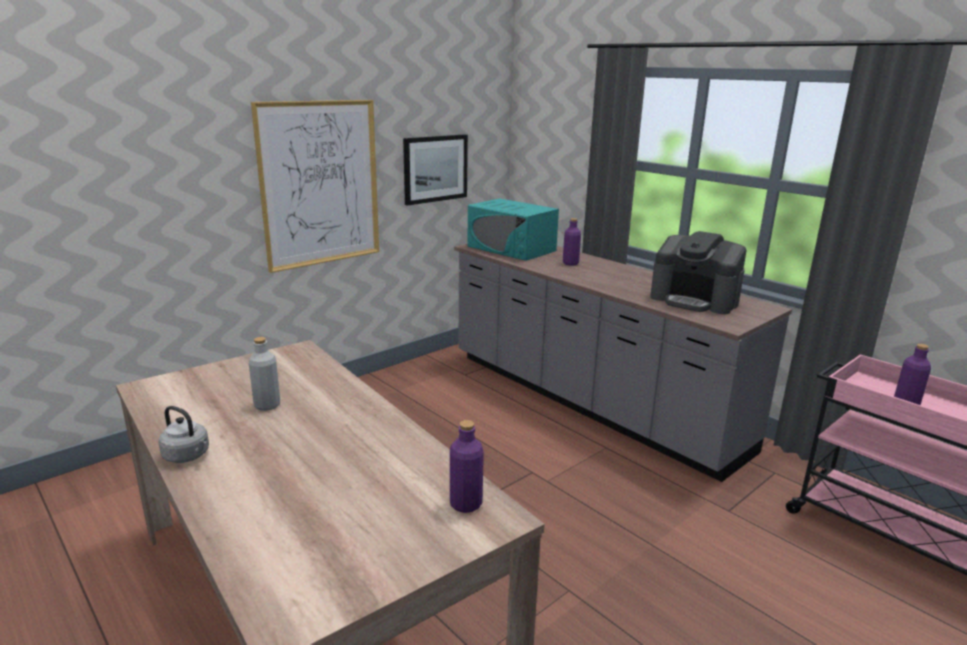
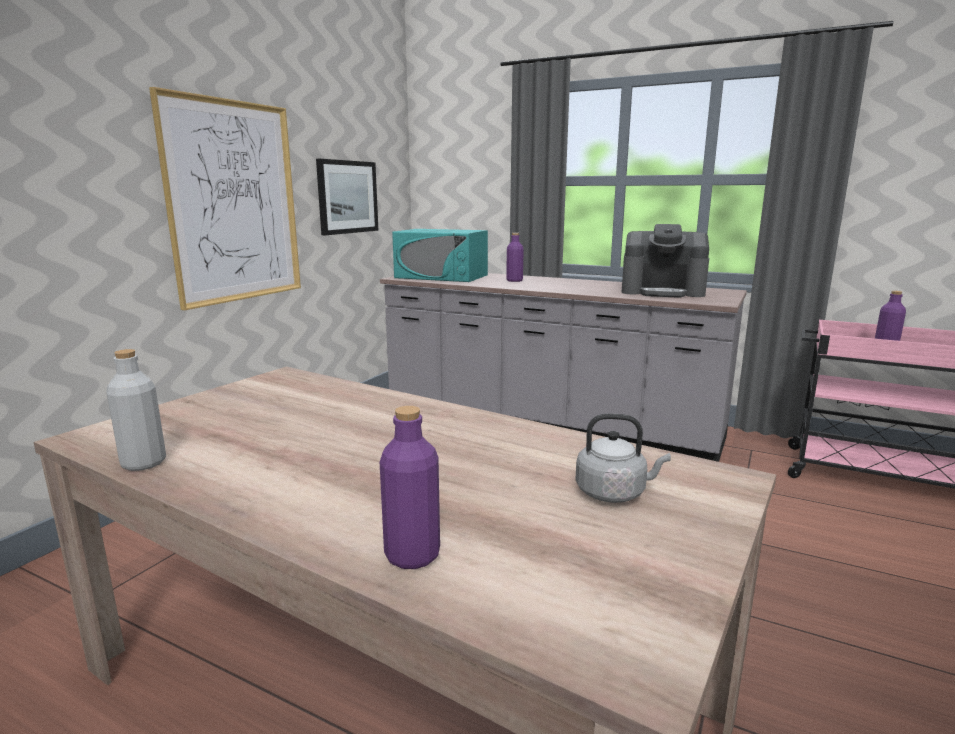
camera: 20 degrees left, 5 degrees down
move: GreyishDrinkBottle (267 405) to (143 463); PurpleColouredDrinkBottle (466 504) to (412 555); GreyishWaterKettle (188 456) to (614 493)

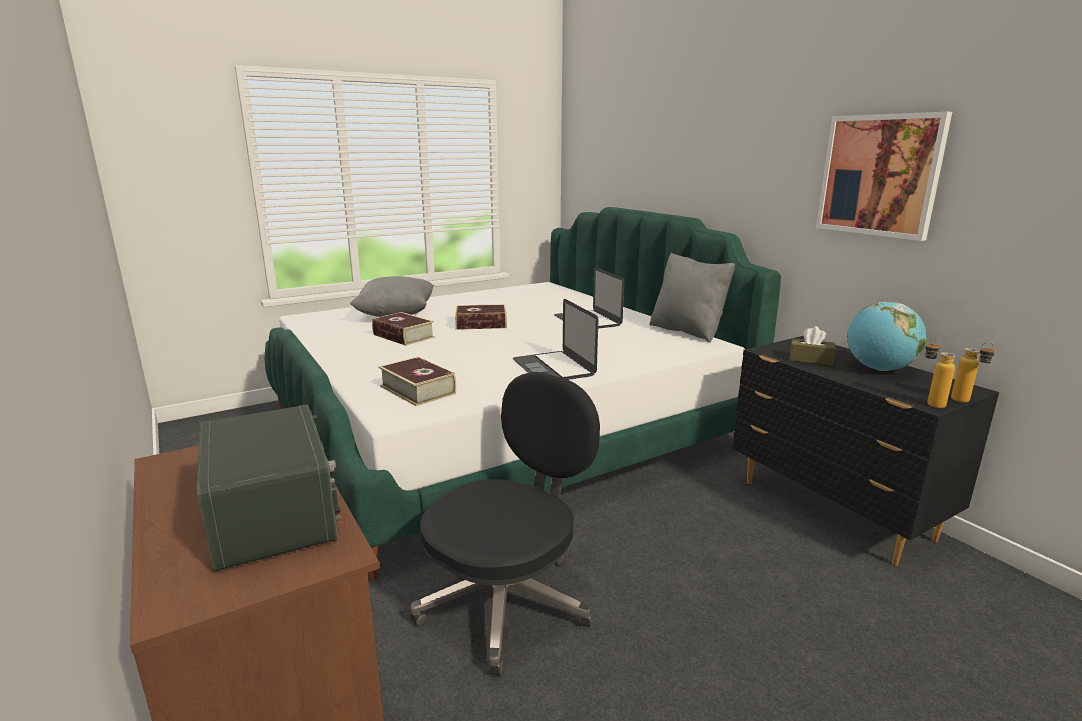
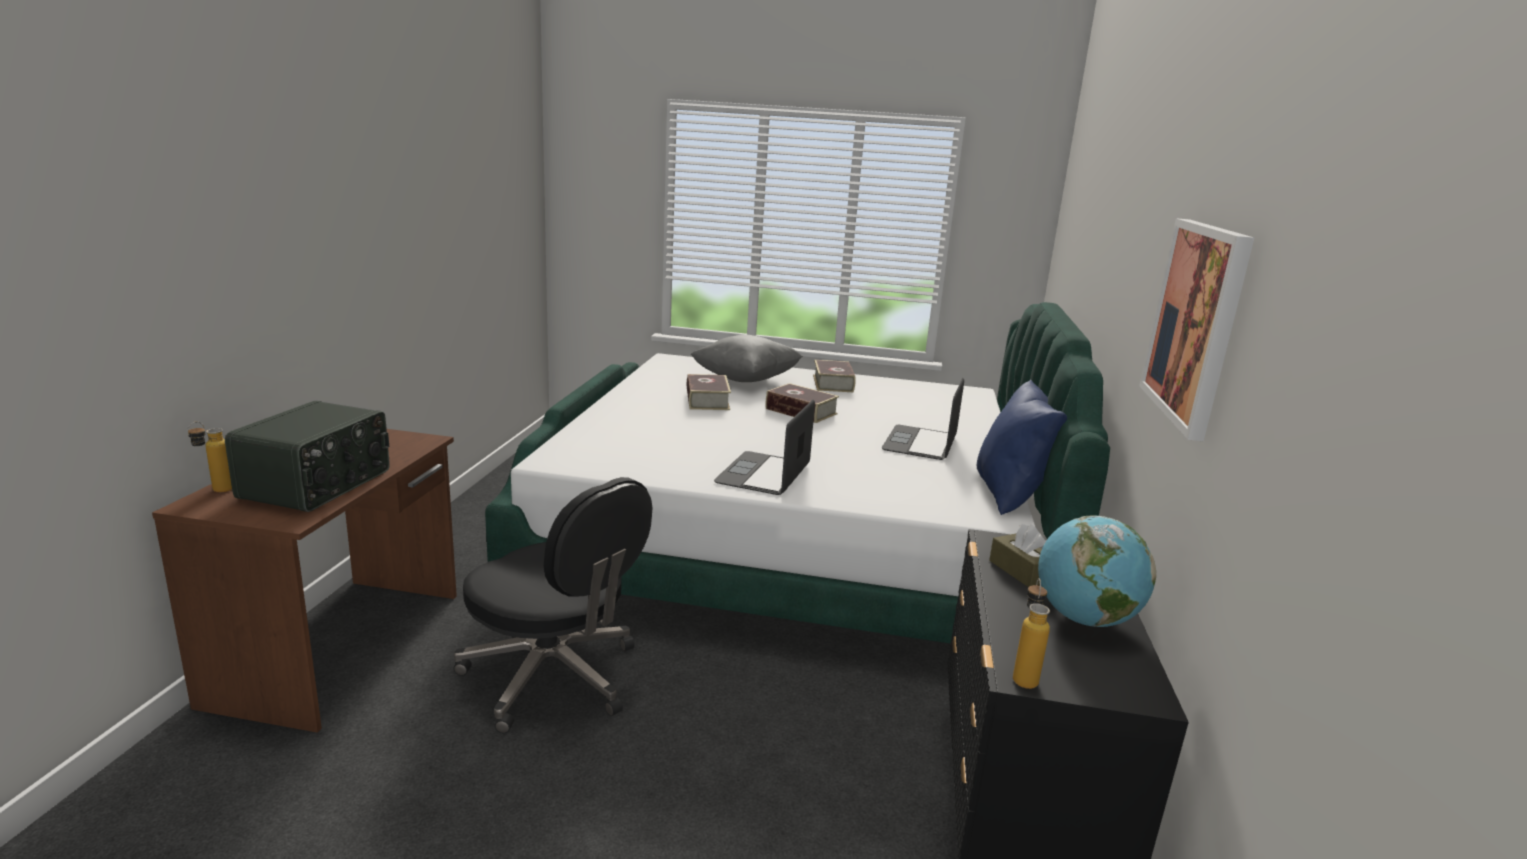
camera: 40 degrees right, 0 degrees up
move: DrinkBottle (966 402) to (216 492); BoundBook (417 389) to (833 383)
recolor: GreyishThrowPillow (688 331) to BluishThrowPillow (1011 494)
rotate: BlackishDeskChair (508 602) = (554 677) 45 degrees clockwise

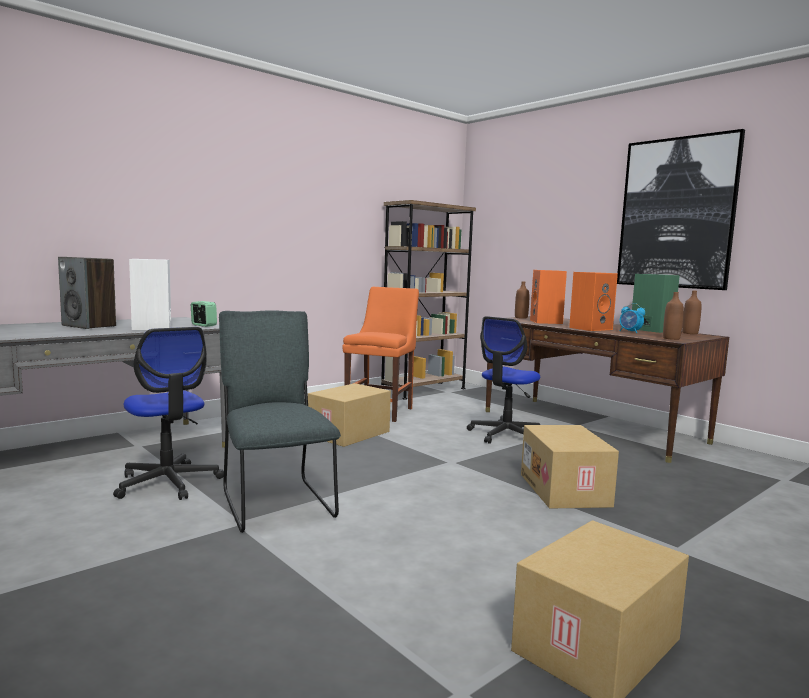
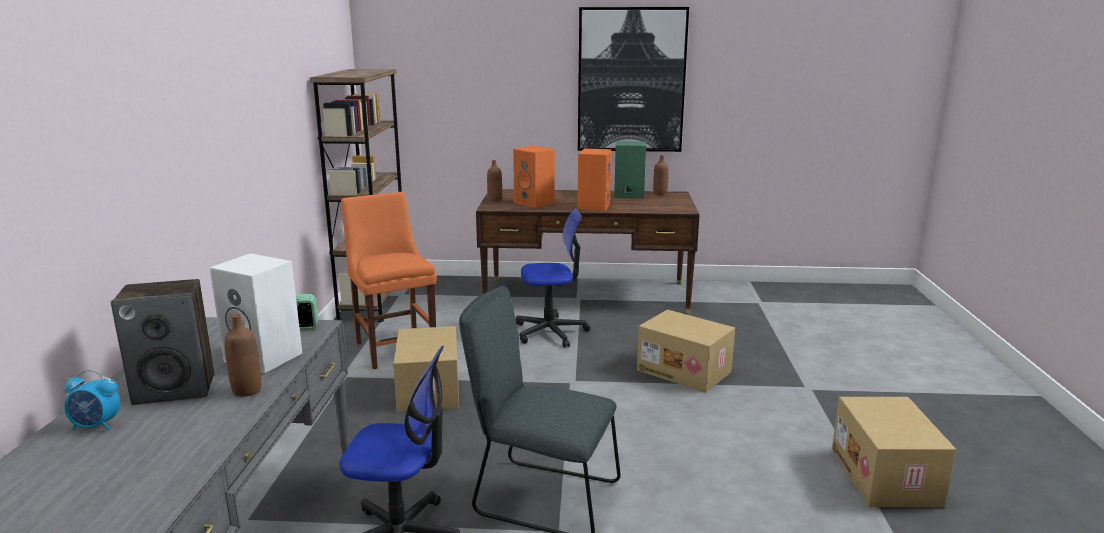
camera: 45 degrees left, 10 degrees up
move: BedsideClock (630 332) to (96 426); BrownDrinkBottle (671 338) to (247 390)
rotate: DeskChair (505 435) = (550 332) 90 degrees counterclockwise

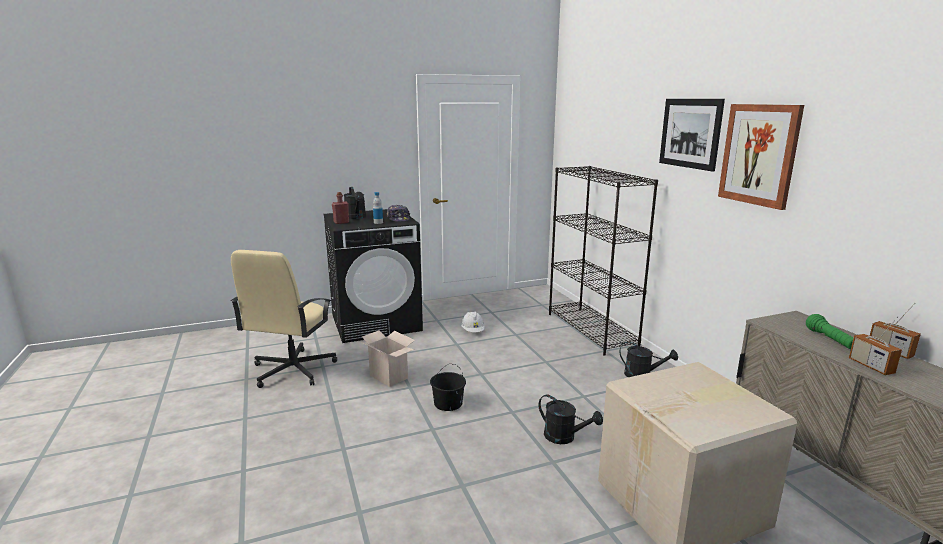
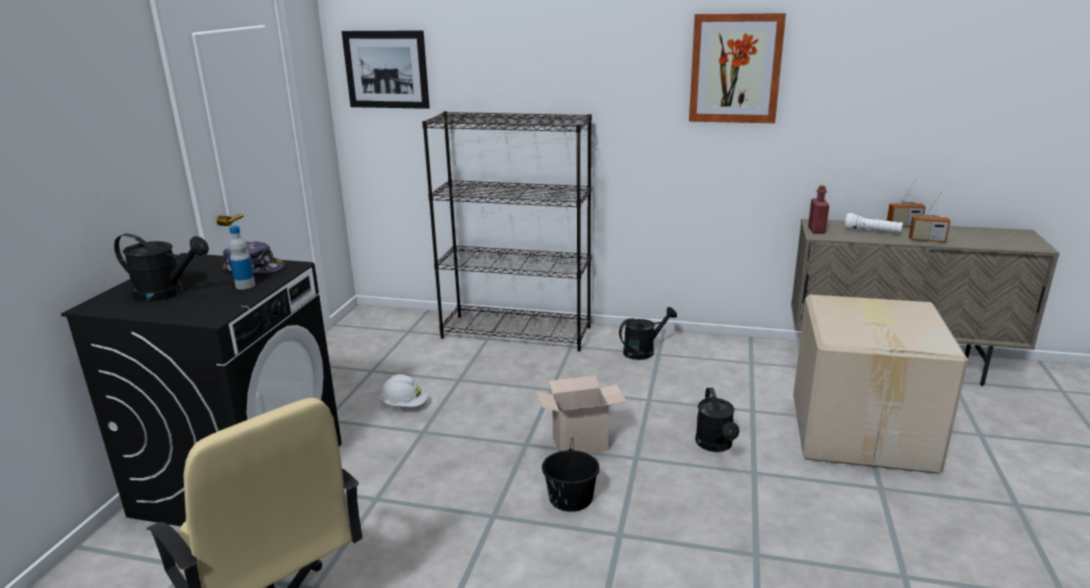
camera: 55 degrees left, 5 degrees up
move: WallPicture (690 133) to (386 69); Carton (390 377) to (581 443); ReddishDrinkBottle (341 222) to (816 230)
recolor: GreenColouredFlashlight (830 340) to WhiteFlashlight (872 232)
rotate: BlackishSprinklingCan (565 437) = (716 445) 105 degrees clockwise

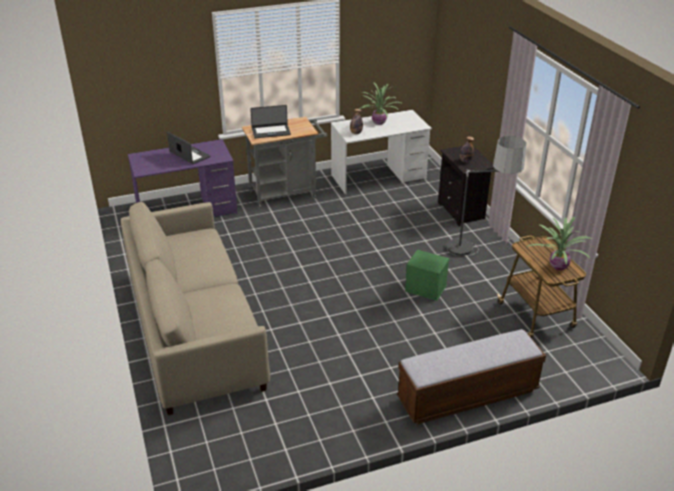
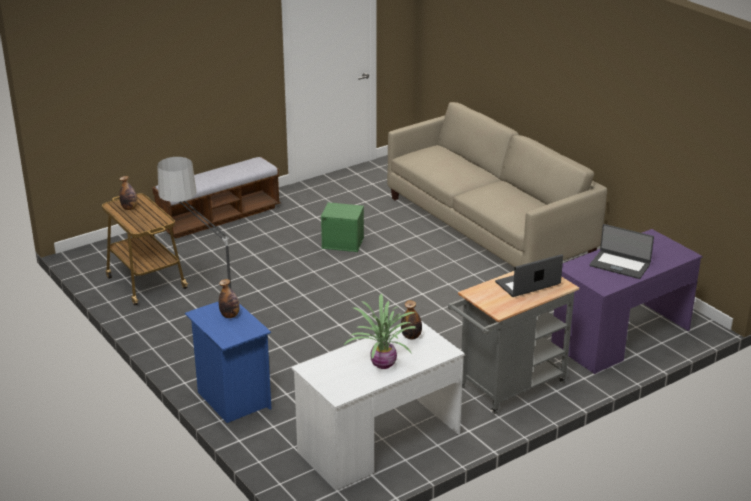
camera: 165 degrees right, 5 degrees down
move: GreenColouredStorageContainer (425 288) to (343 242)
replace: Houseplant (557 266) to DrinkBottle (129 208)
recolor: BlackishNightTable (462 211) to BluishNightTable (232 399)

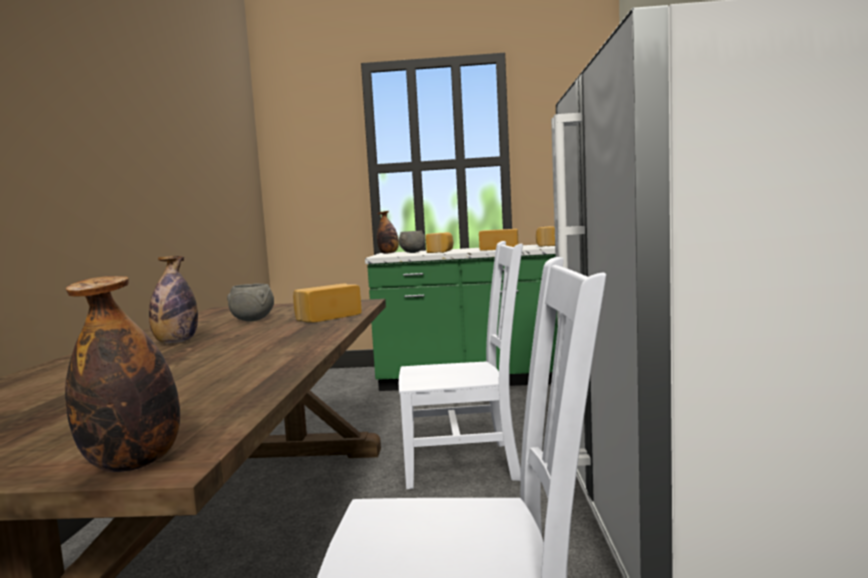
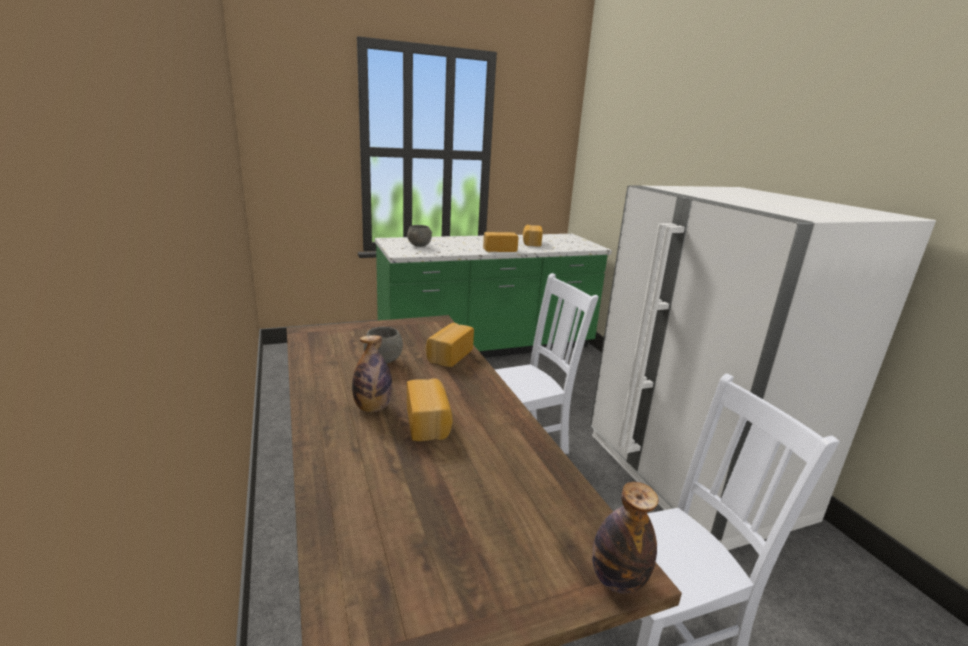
camera: 25 degrees left, 15 degrees up
delete: DrinkBottle (388 253)
move: BakeryBread (441 251) to (429 422)

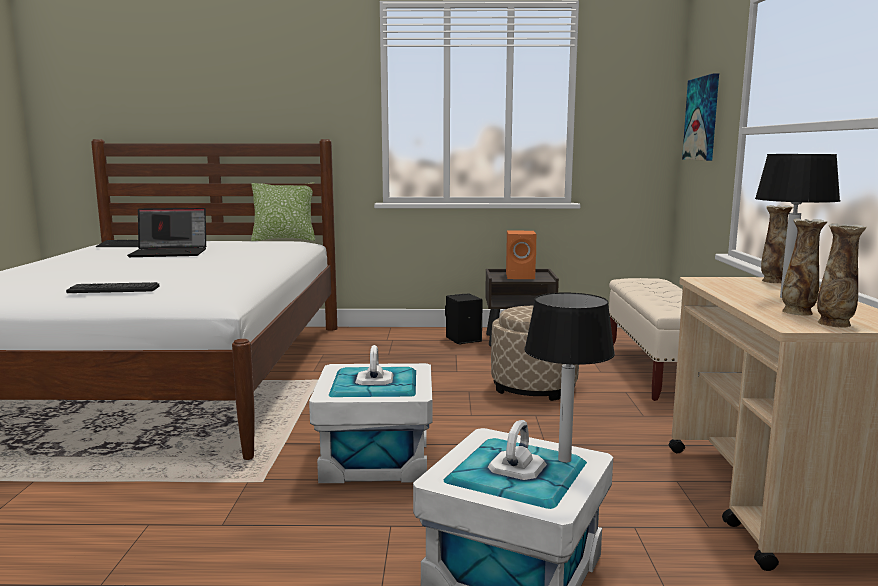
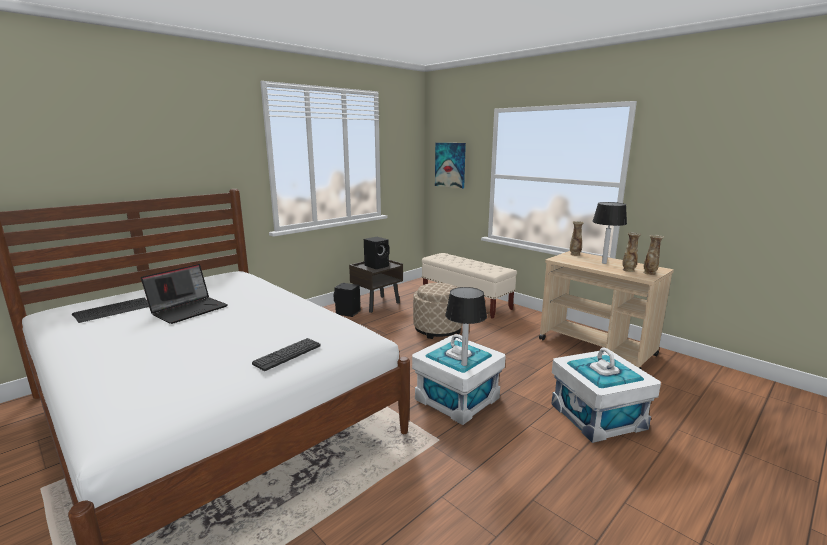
camera: 45 degrees left, 5 degrees up
delete: ThrowPillow (284 240)
move: TabletopLamp (564 459) to (463 364)
recolor: OrangeColouredSpeaker (521 276) to BlackishSpeaker (377 266)

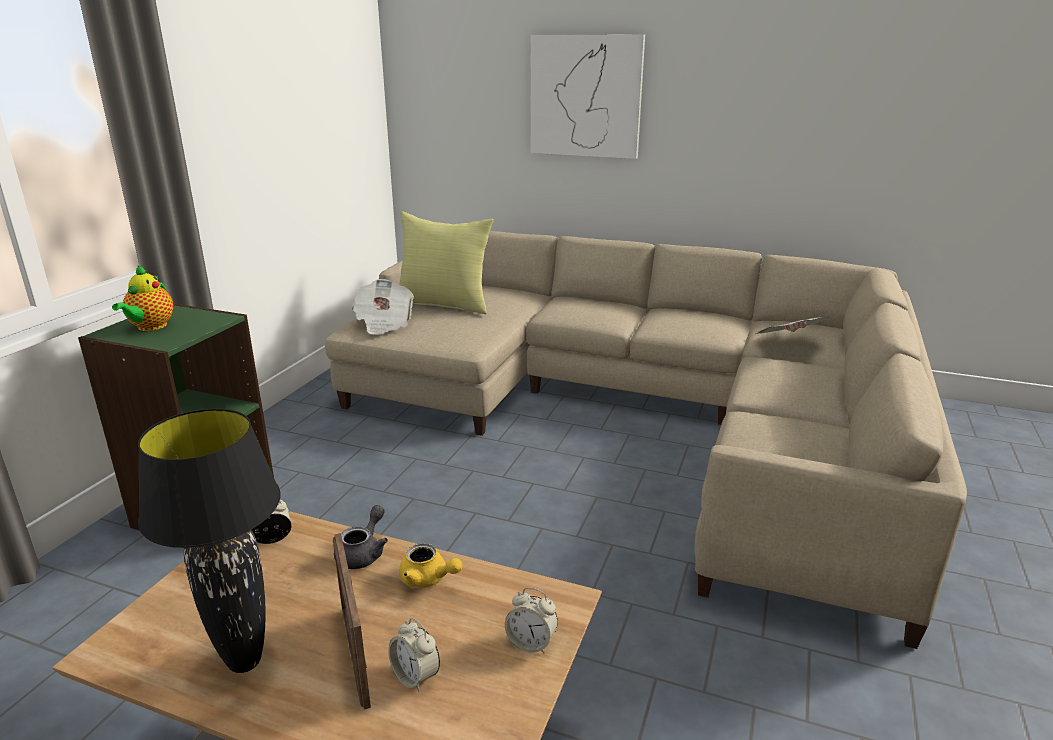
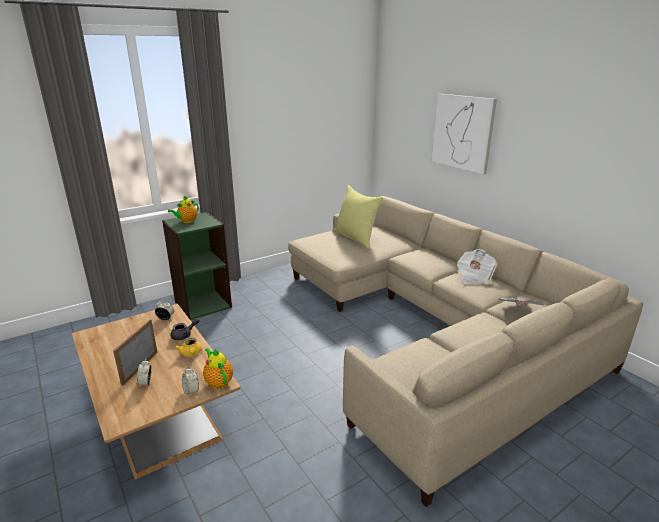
camera: 35 degrees right, 0 degrees up
delete: BlackishTabletopLamp (243 662)
insert: Teapot (218 381)
move: Newspaper (384 323) to (474 277)

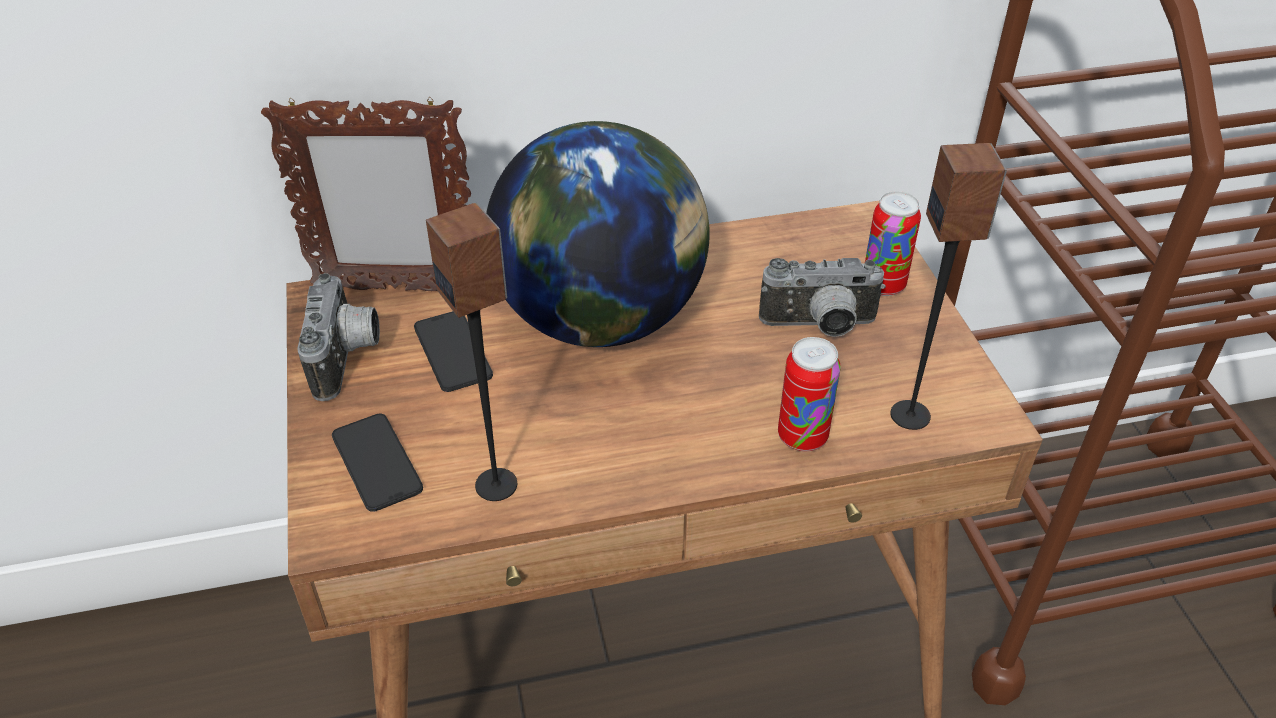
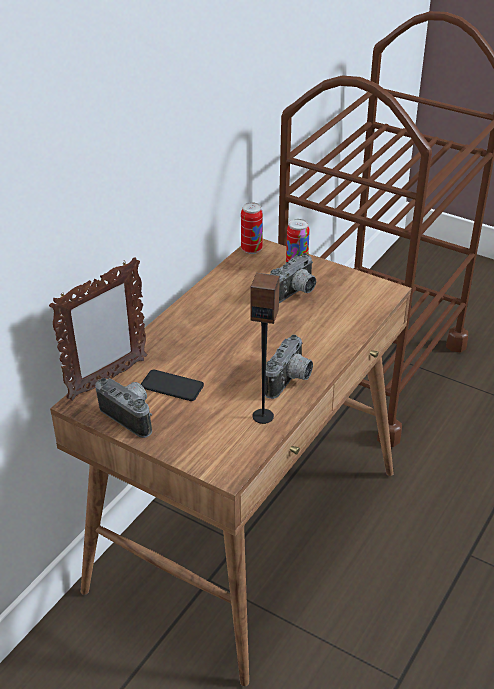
camera: 45 degrees left, 5 degrees down
delete: Phone (377 462); WorldGlobe (601 318); Speaker (911 415)
insert: PhotoCamera (290 381)
move: SealedCan (802 437) to (251 249)

